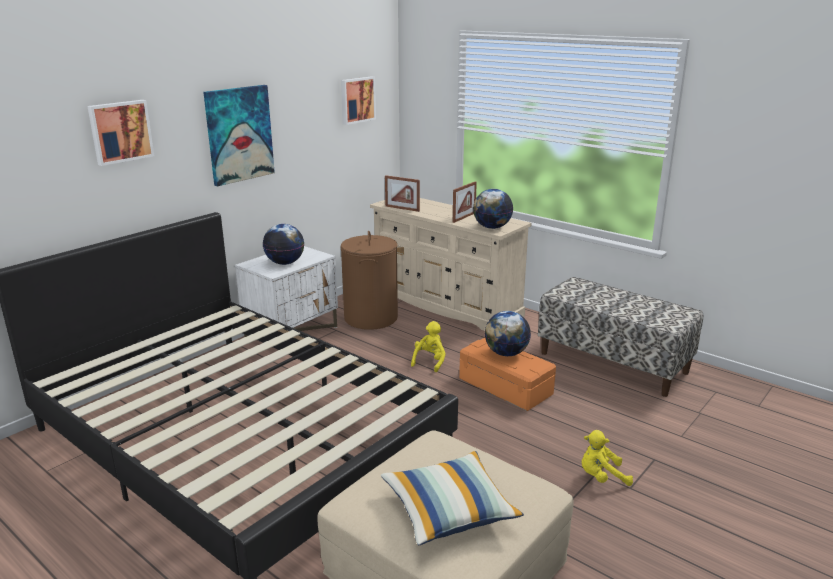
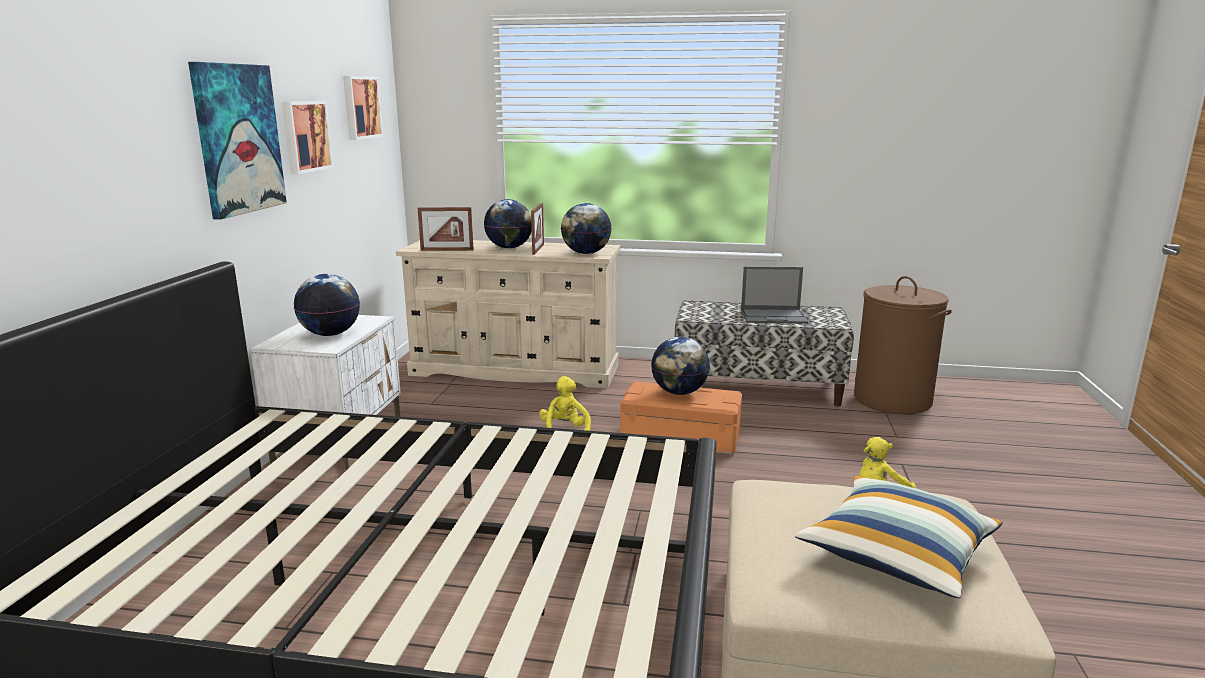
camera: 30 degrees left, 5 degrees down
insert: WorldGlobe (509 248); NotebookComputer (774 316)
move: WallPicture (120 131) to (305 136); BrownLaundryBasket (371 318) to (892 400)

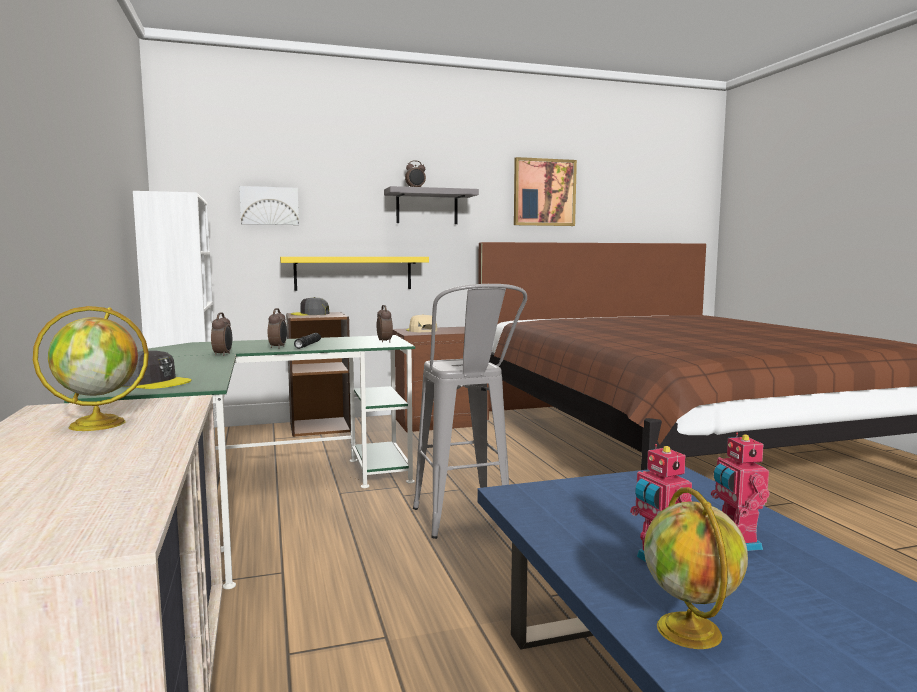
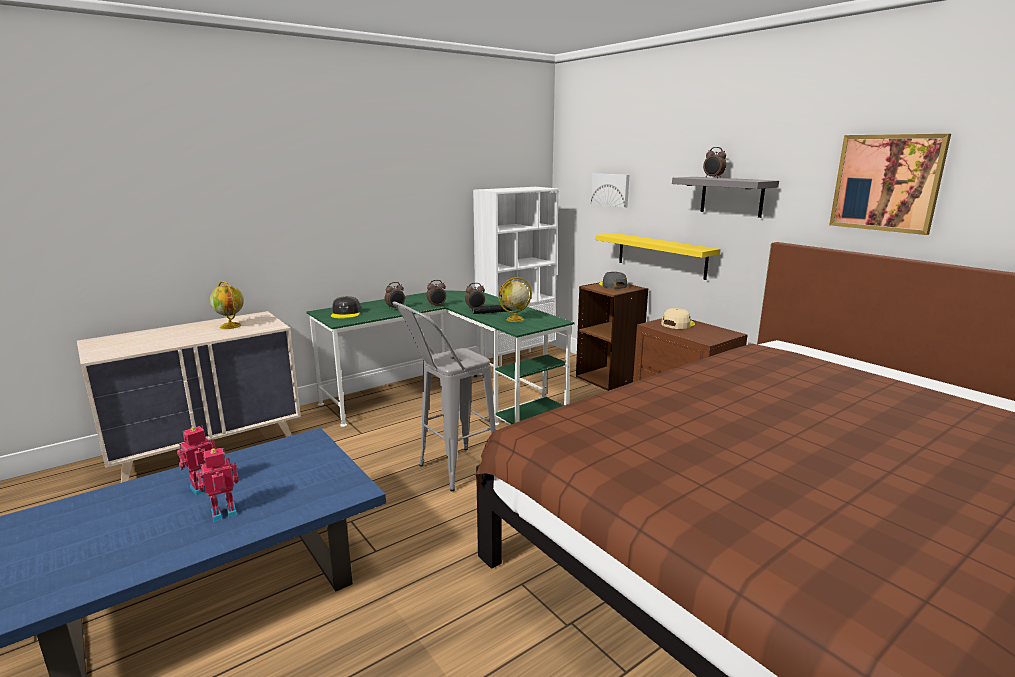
camera: 70 degrees right, 10 degrees up
move: BedsideClock (385 341) to (395 308); WorldGlobe (690 632) to (514 319)

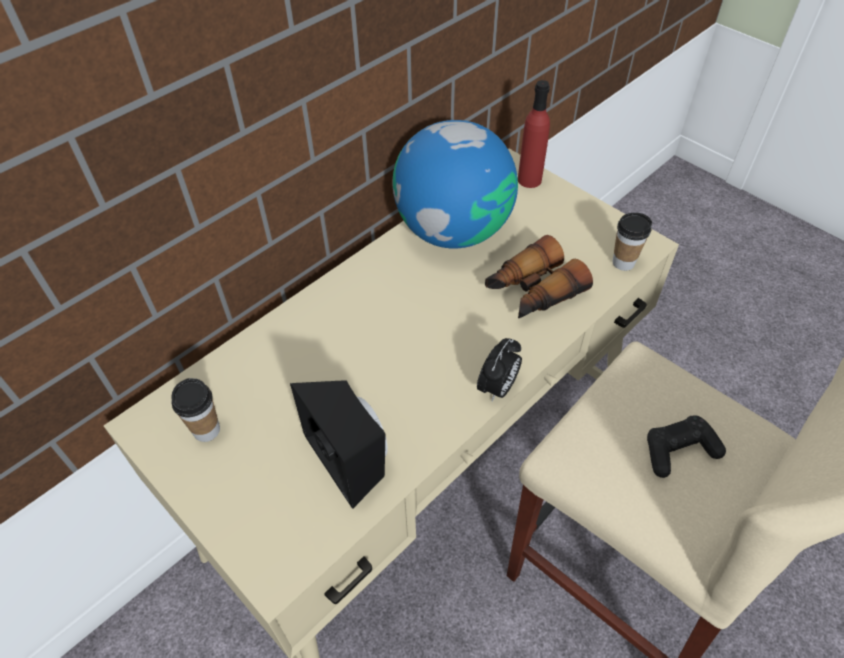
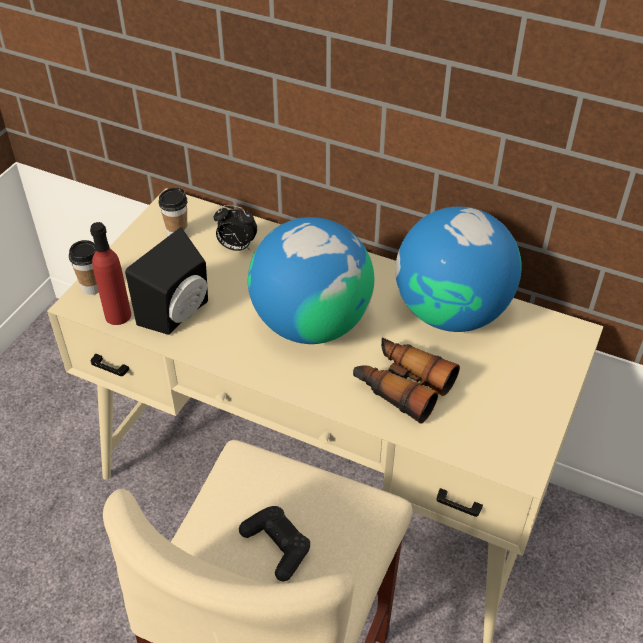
camera: 70 degrees right, 5 degrees down
insert: WorldGlobe (311 323)
move: SmallCup (623 262) to (92 287); ReddishDrinkBottle (529 180) to (118 315); BedsideClock (497 388) to (236 247)

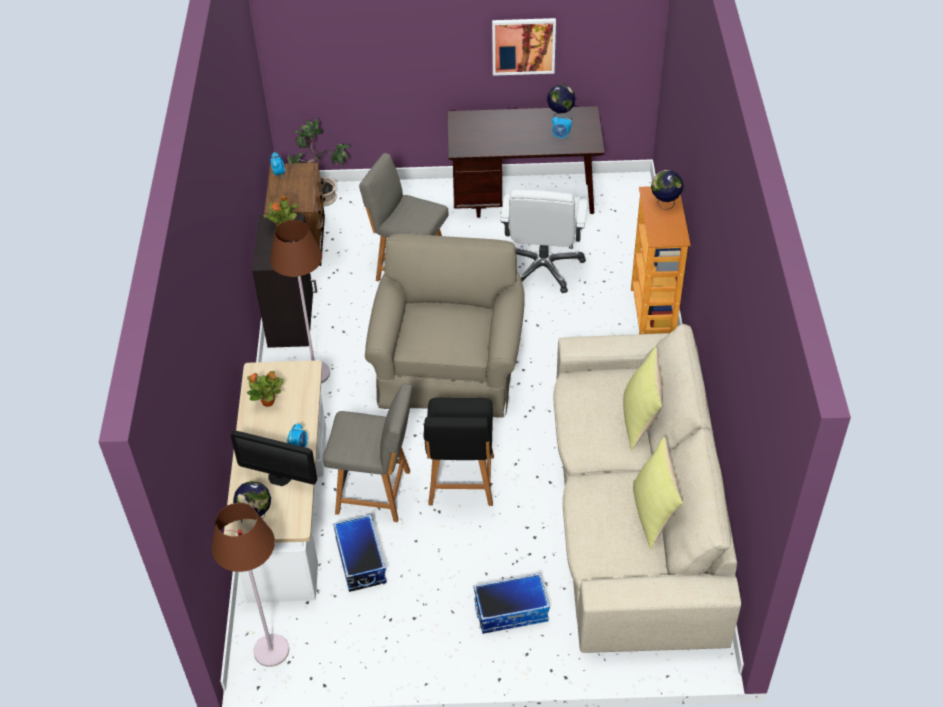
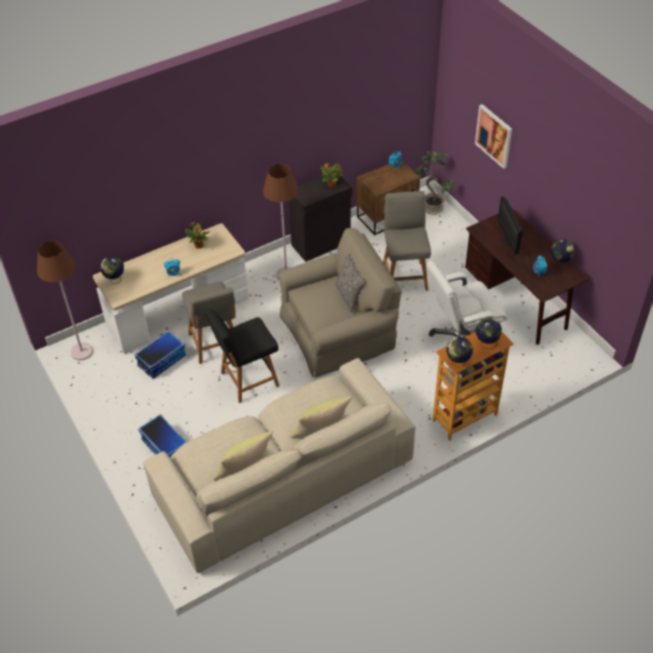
camera: 60 degrees right, 0 degrees up
insert: ThrowPillow (348 296); WorldGlobe (457 363)
move: WallPicture (523 45) to (494 135); ComputerDisplay (280 477) to (508 241)

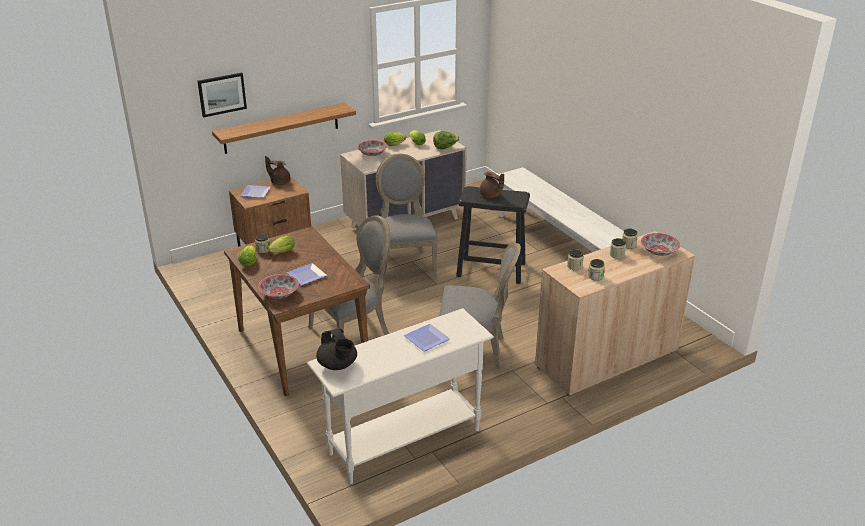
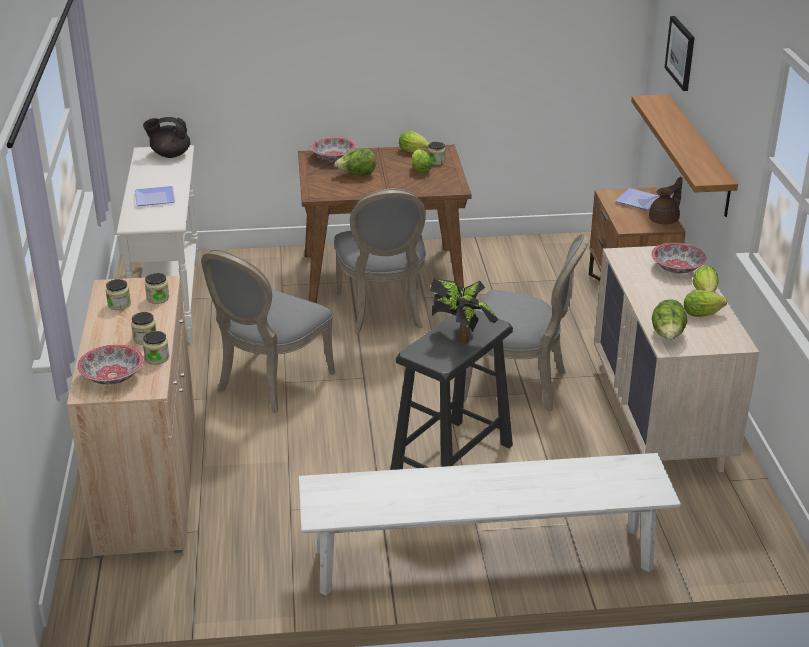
camera: 115 degrees right, 0 degrees up
replace: Plate (307 275) to HeadOfLettuce (357 175); BrownTeapot (490 195) to Houseplant (461 336)

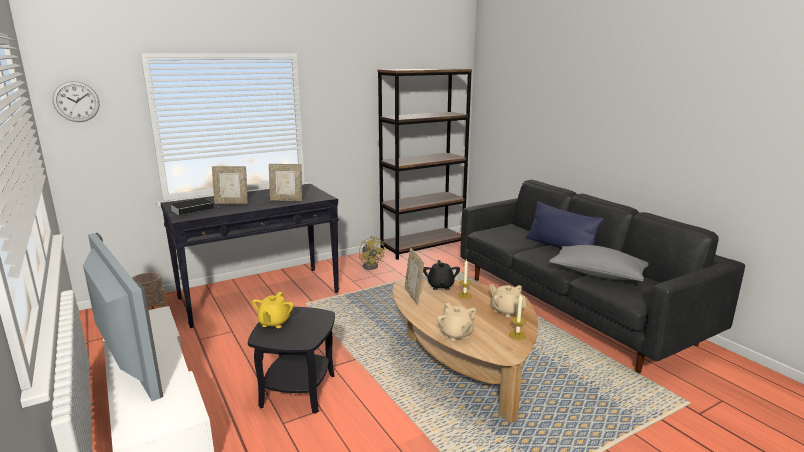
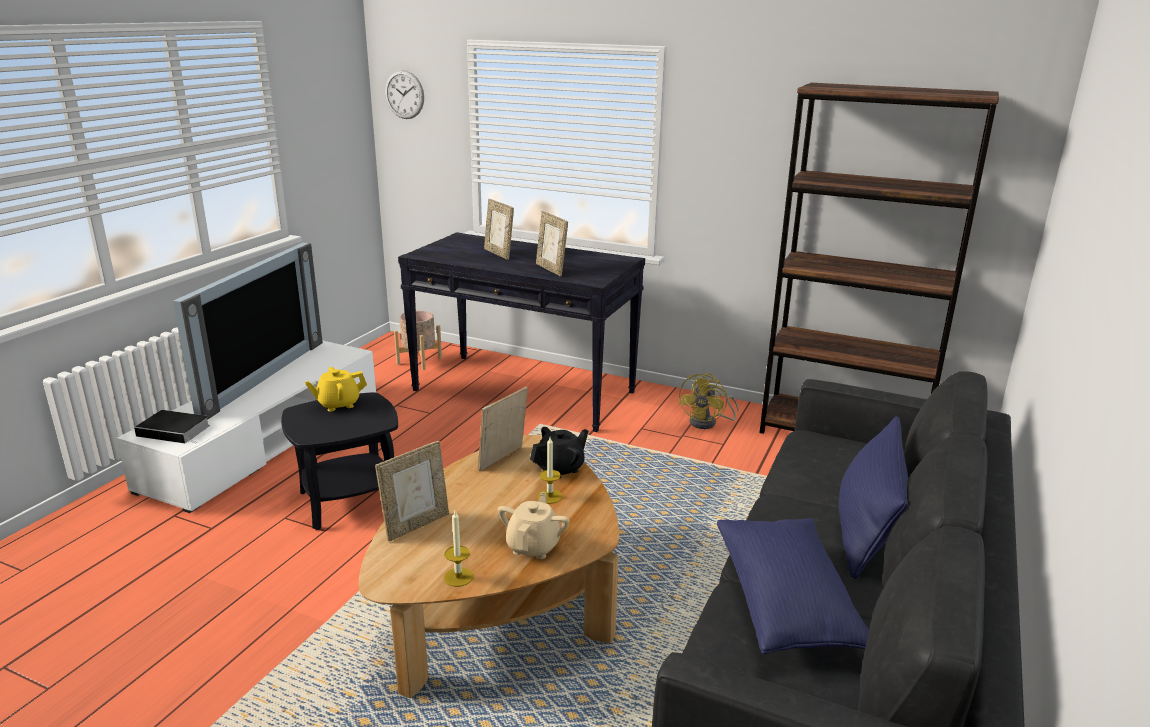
camera: 55 degrees right, 5 degrees up
move: BoundBook (193 209) to (176 430)
replace: SandColouredTeapot (456 334) to StandingFrame (416 525)
recolor: GreyishThrowPillow (598 274) to BluishThrowPillow (786 603)

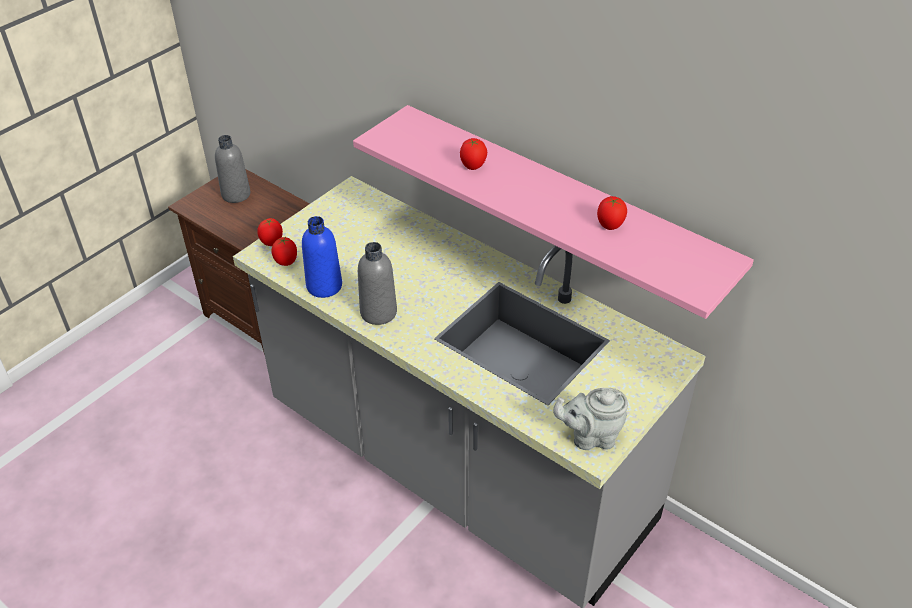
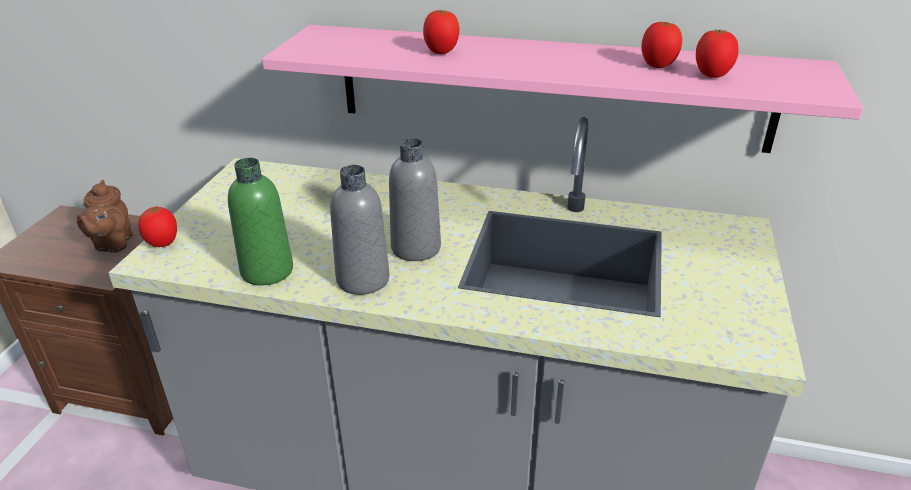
camera: 25 degrees left, 10 degrees down
delete: GreyishTeapot (590 437)
insert: BrownTeapot (112 244)
move: GreyishDrinkBottle (236 194) to (416 248); WholeTomato (286 262) to (712 76)
recolor: BluishDrinkBottle (324 286) to GreenColouredDrinkBottle (267 271)

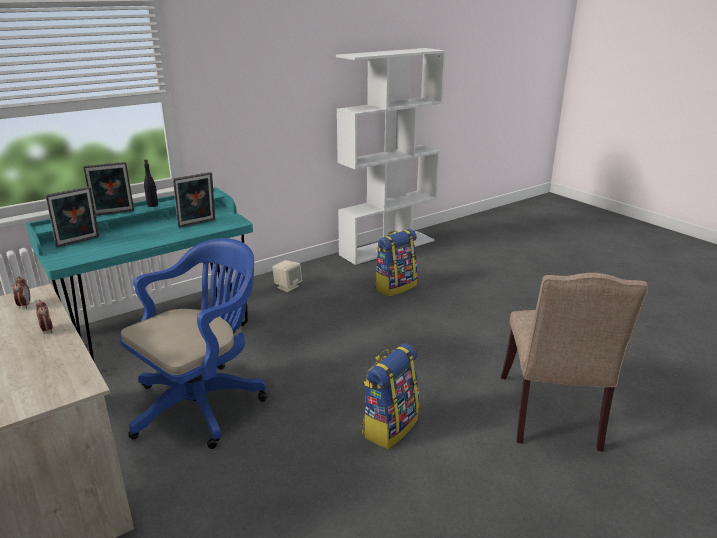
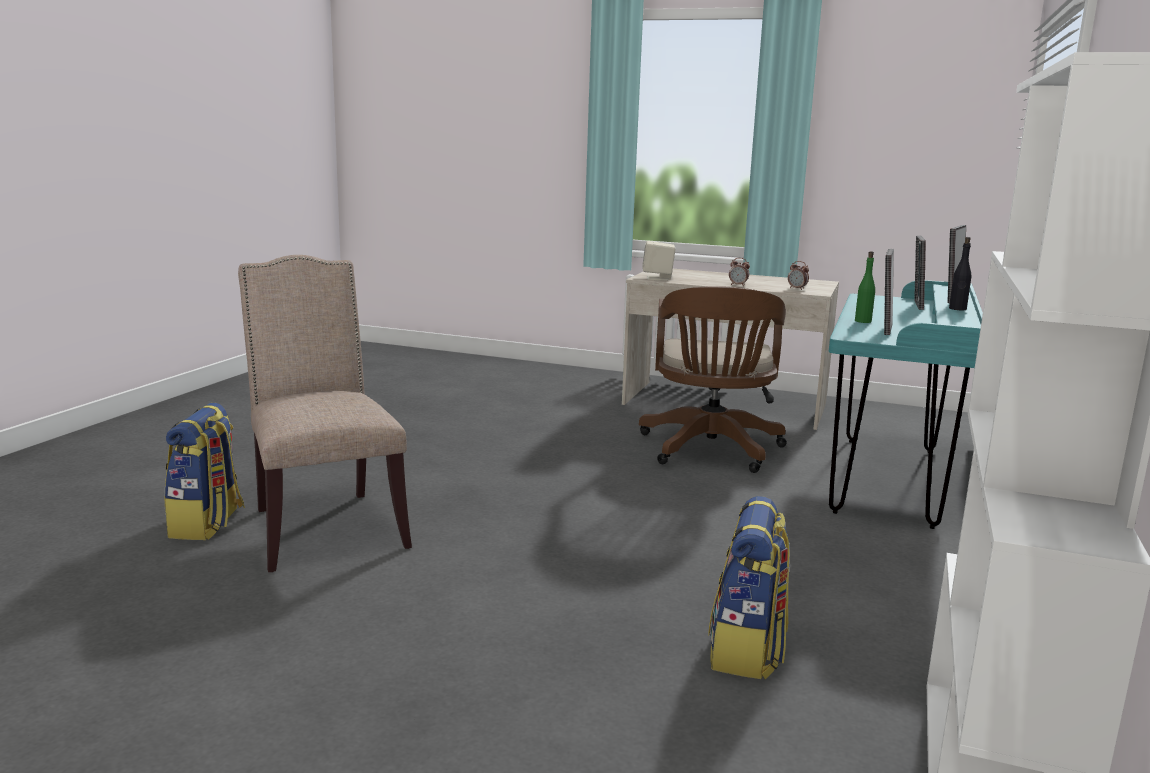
camera: 145 degrees right, 10 degrees down
insert: GreenColouredDrinkBottle (863 321)
move: Knapsack (389 426) to (208 524); SandColouredSpeaker (287 287) to (658 278)
recolor: BluishDeskChair (203 403) to BrownDeskChair (711 451)

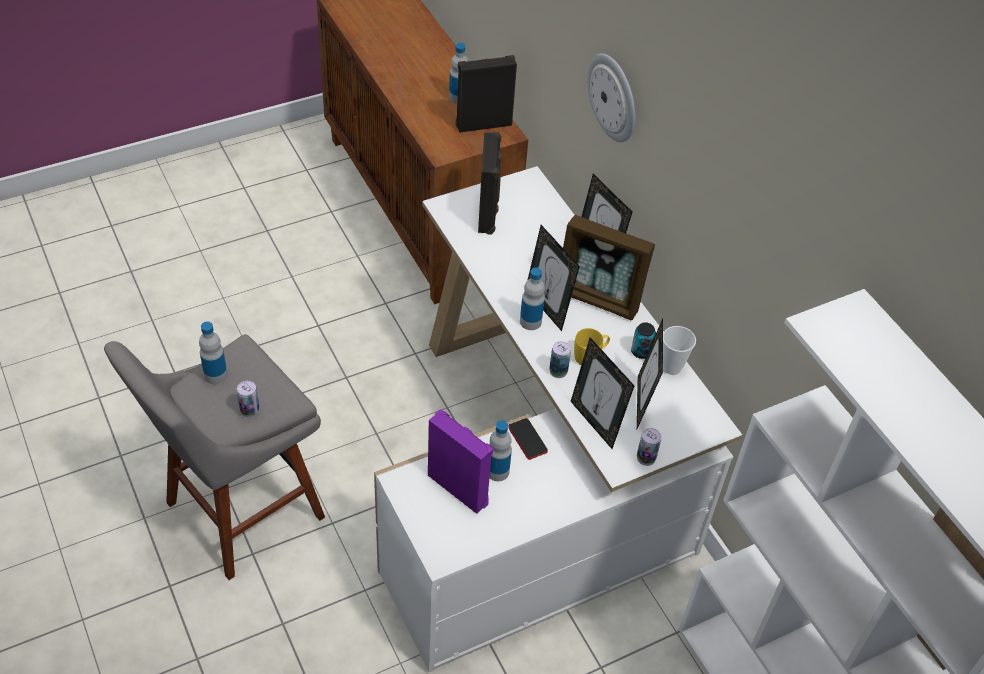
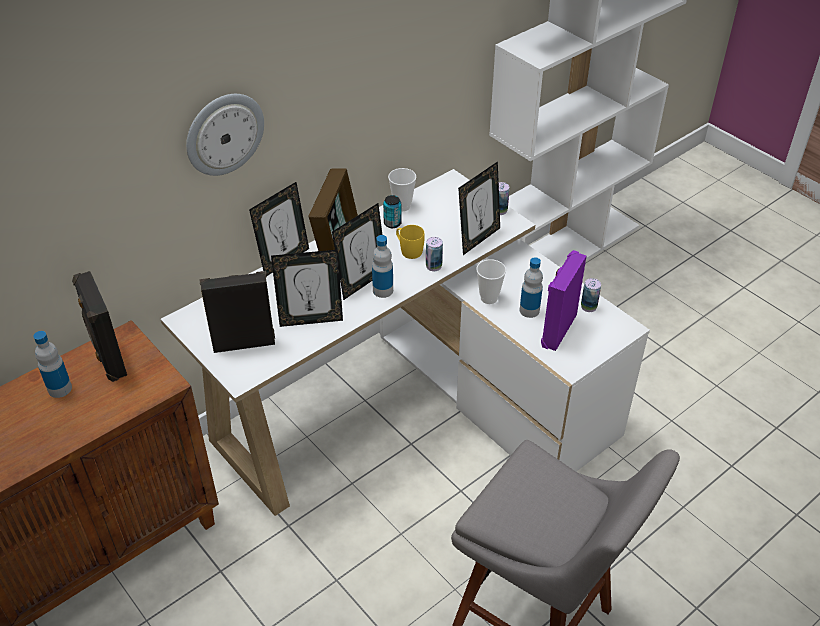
camera: 100 degrees left, 5 degrees down
delete: DrinkBottle (216 375)
move: StandingFrame (642 403) to (311 320); SealedCan (250 410) to (588 307)
replace: Phone (527 439) to SmallCup (489 298)

